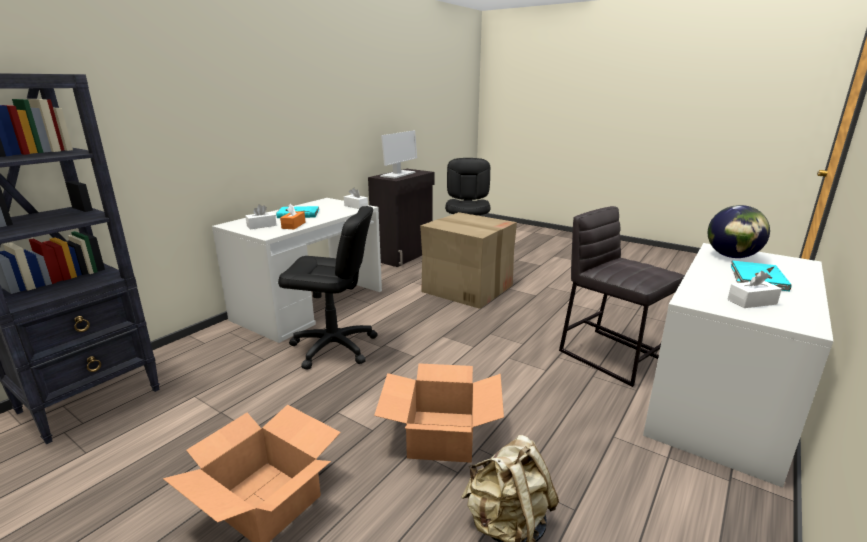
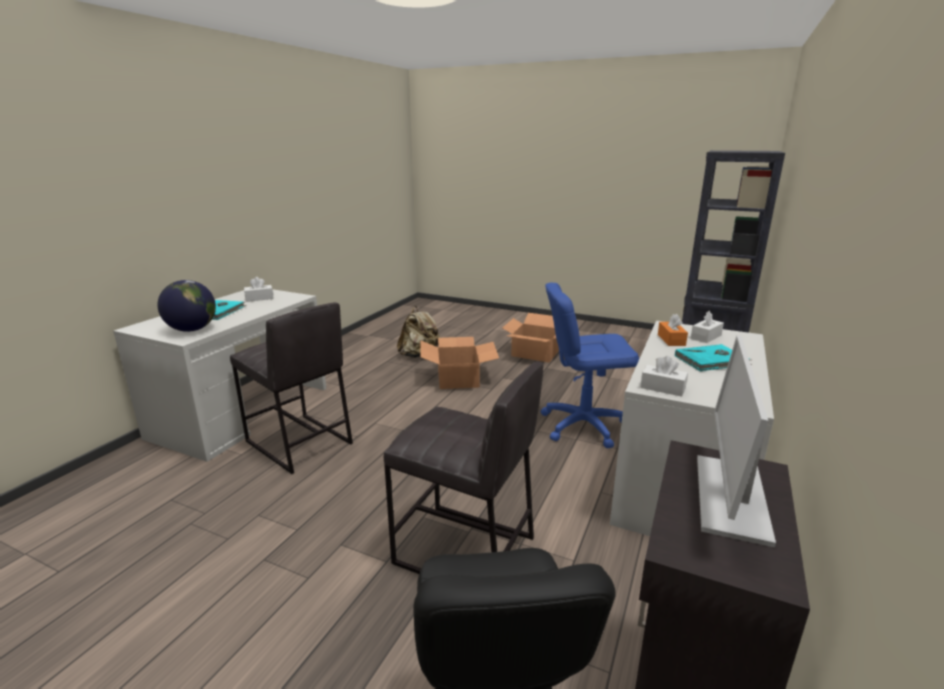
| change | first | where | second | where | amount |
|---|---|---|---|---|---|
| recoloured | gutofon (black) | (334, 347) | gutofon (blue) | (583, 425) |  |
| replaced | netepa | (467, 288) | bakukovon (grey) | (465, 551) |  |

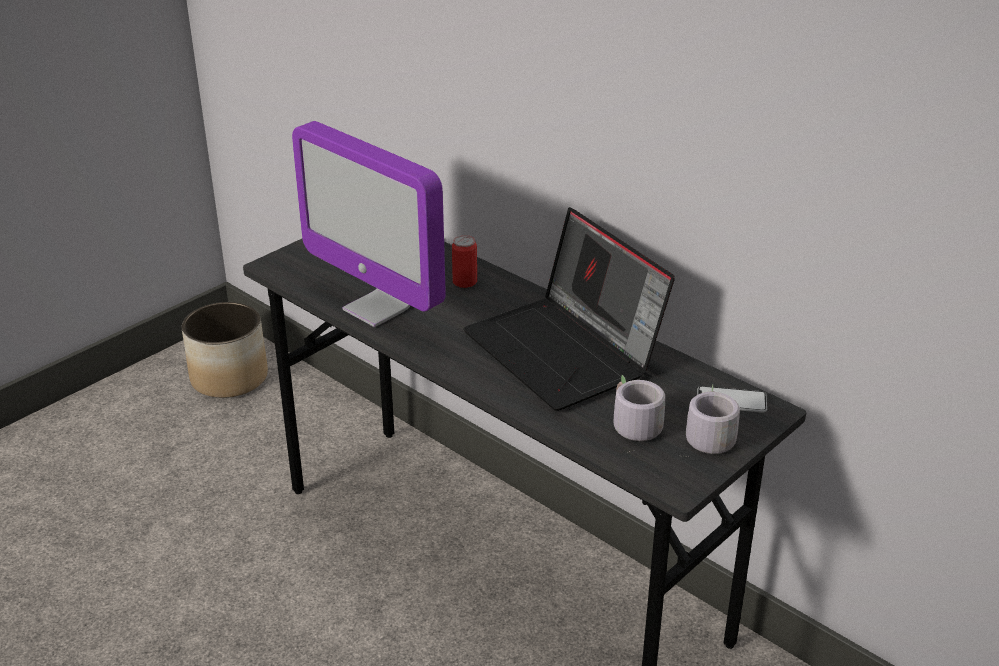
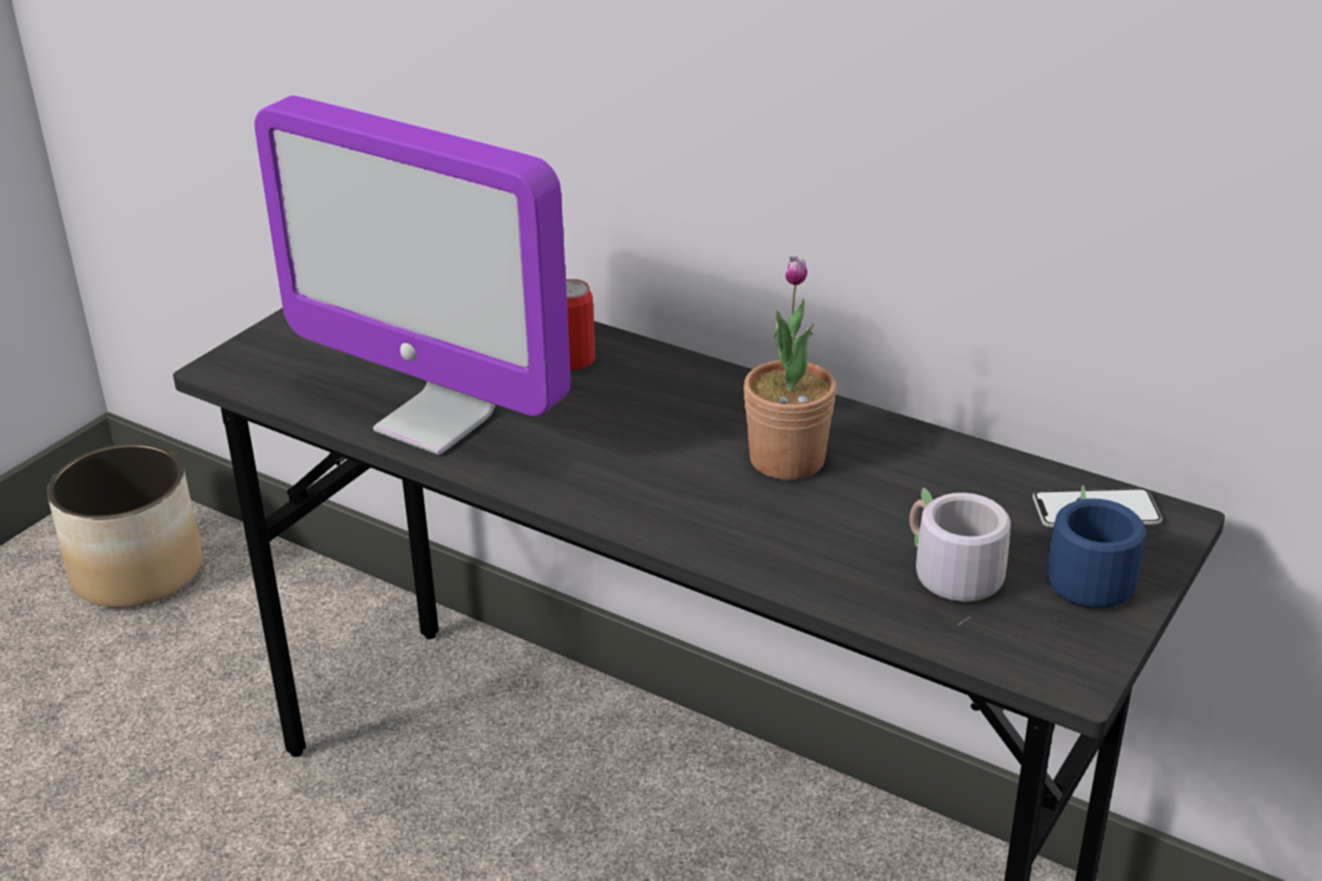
| change | first | where | second | where | amount |
|---|---|---|---|---|---|
| replaced | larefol | (566, 352) | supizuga | (787, 460) |  |
| recoloured | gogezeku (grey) | (707, 436) | gogezeku (blue) | (1081, 578) |  |

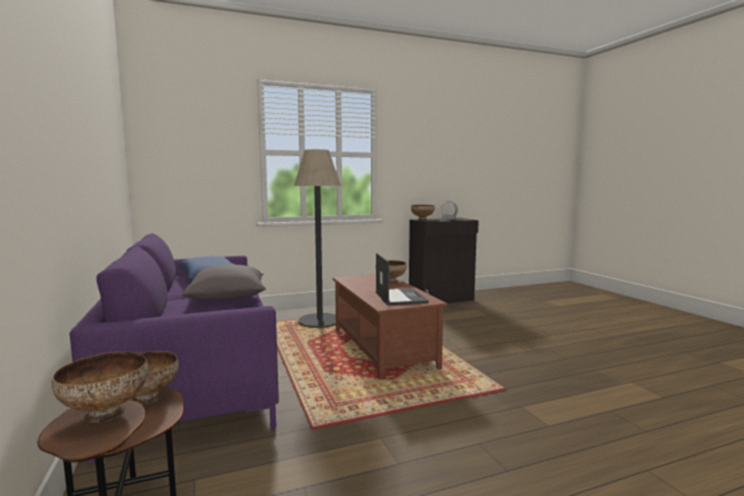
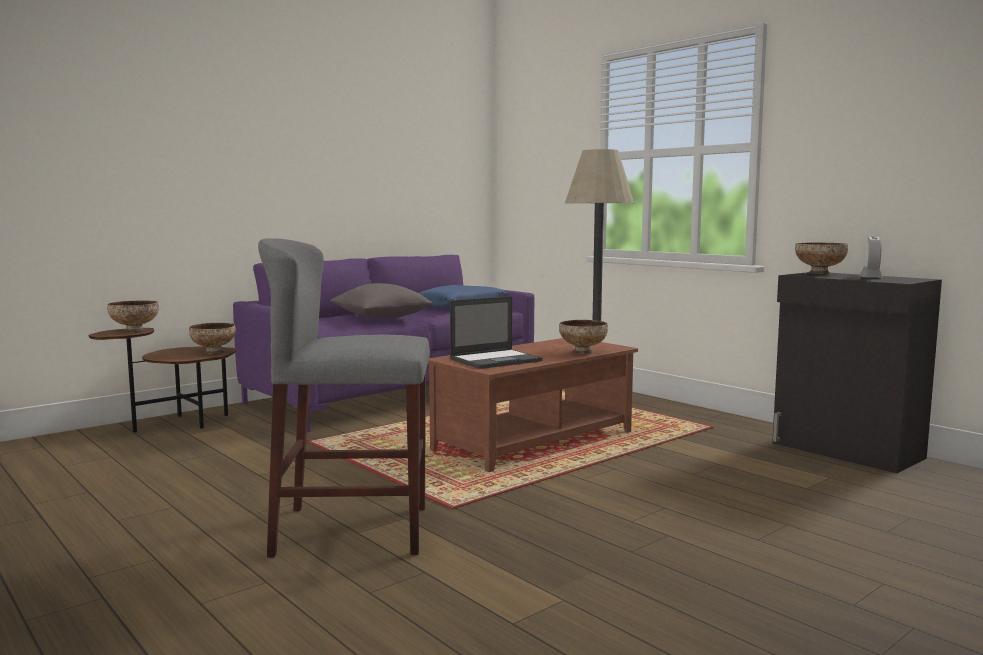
| change | first | where | second | where | amount |
|---|---|---|---|---|---|
| added |  |  | bakukovon (grey) | (353, 530) |  |

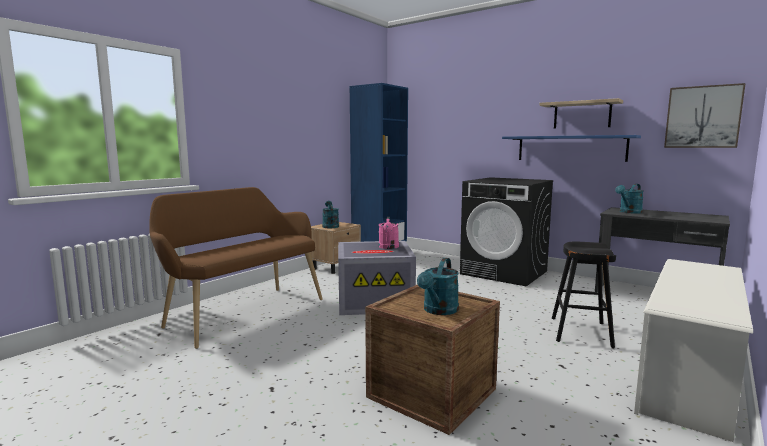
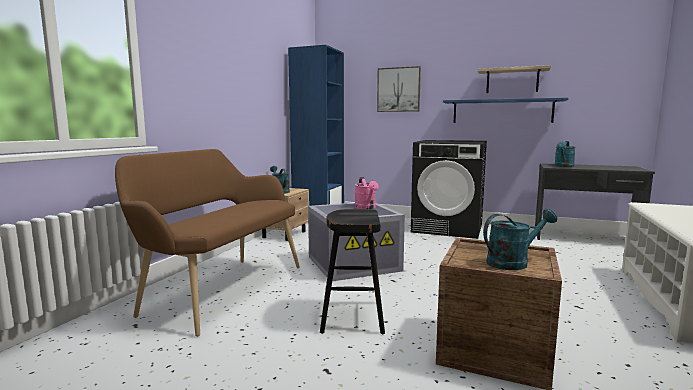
| change | first | where | second | where | amount |
|---|---|---|---|---|---|
| turned | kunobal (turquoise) | (438, 311) |  | (513, 262) | 120 degrees counterclockwise |
| moved | bakukovon (black) | (580, 332) |  | (352, 316) |  |
| moved | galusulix | (702, 117) |  | (398, 89) |  |

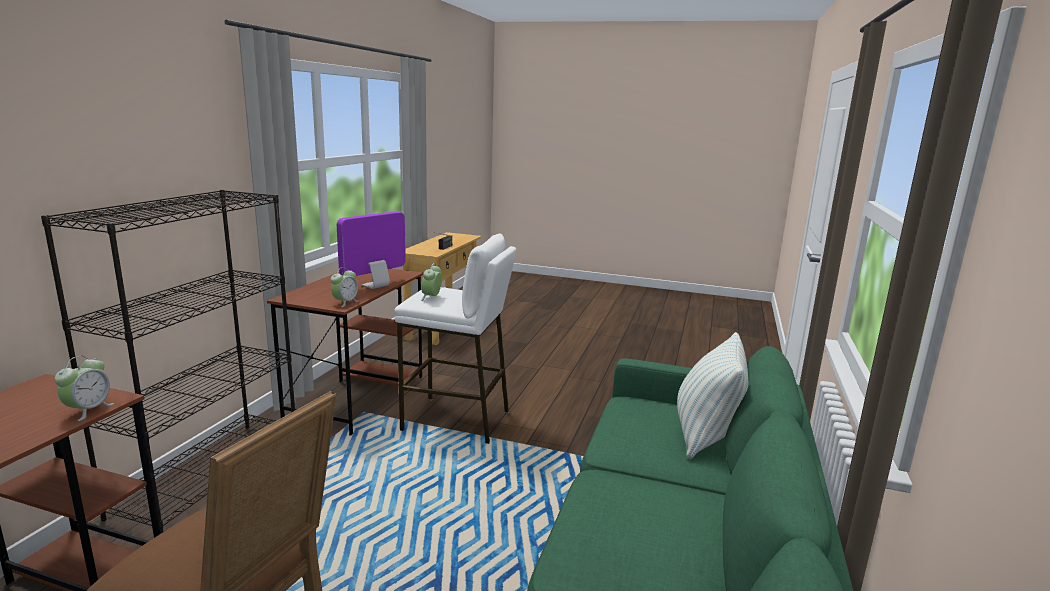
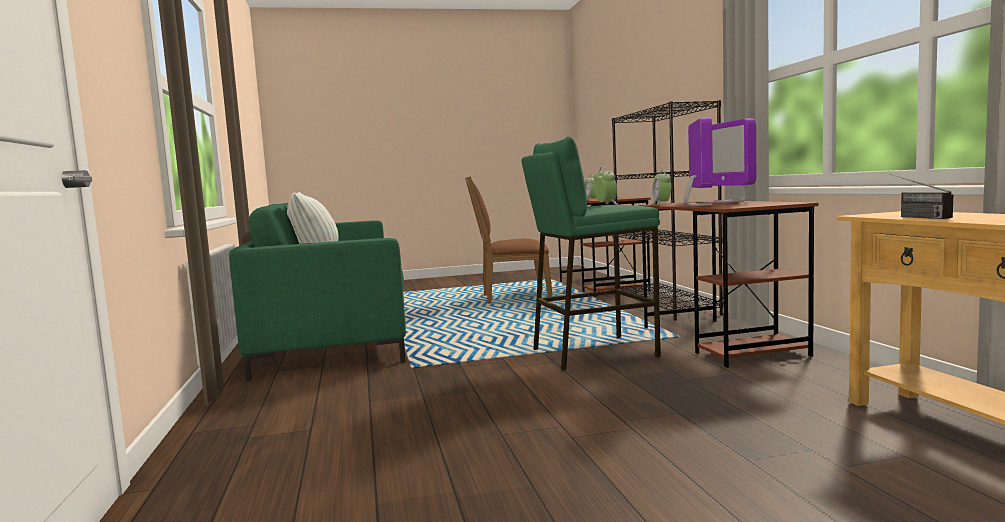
| change | first | where | second | where | amount |
|---|---|---|---|---|---|
| recoloured | bakukovon (white) | (457, 421) | bakukovon (green) | (593, 353) |  |
| added |  |  | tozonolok | (730, 202) |  |

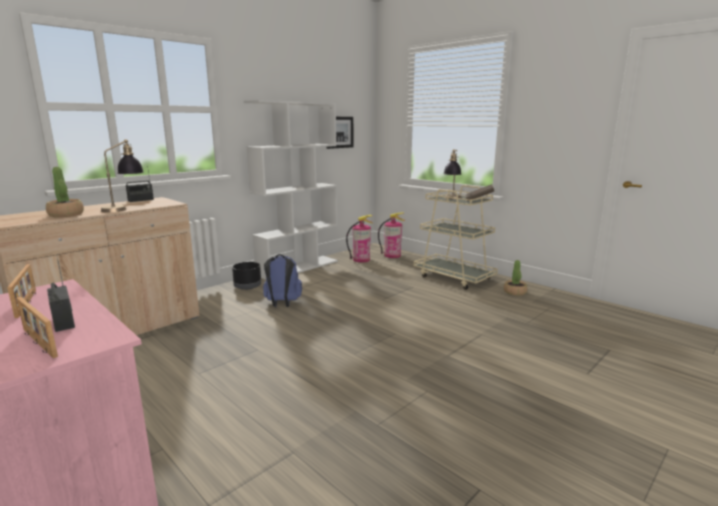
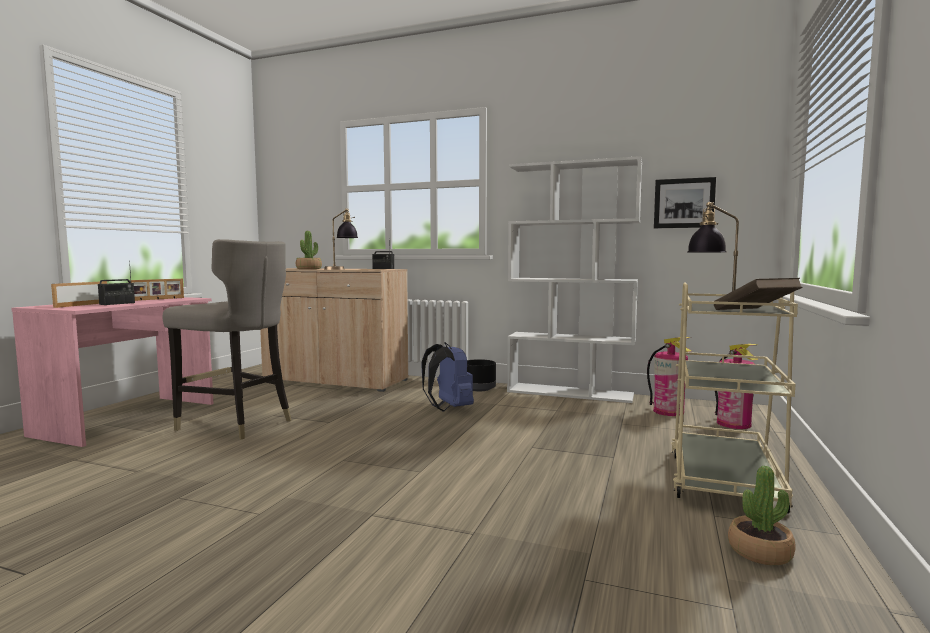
| change | first | where | second | where | amount |
|---|---|---|---|---|---|
| added |  |  | bakukovon (grey) | (237, 424) |  |

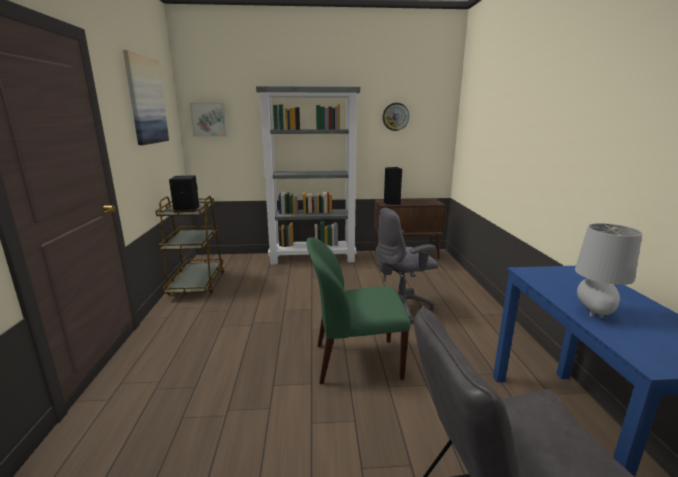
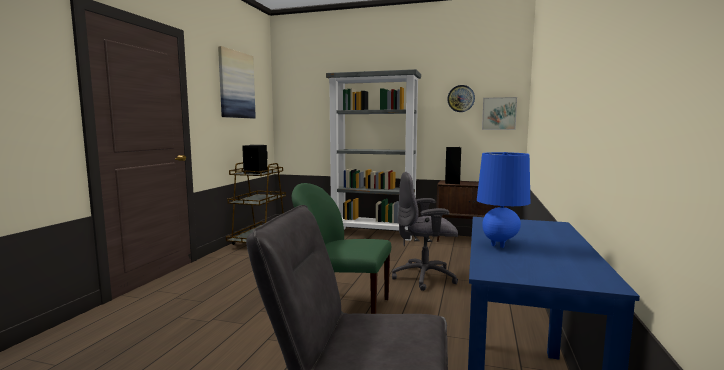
| change | first | where | second | where | amount |
|---|---|---|---|---|---|
| moved | galusulix | (209, 119) |  | (499, 113) |  |
| recoloured | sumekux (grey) | (594, 313) | sumekux (blue) | (500, 244) |  |

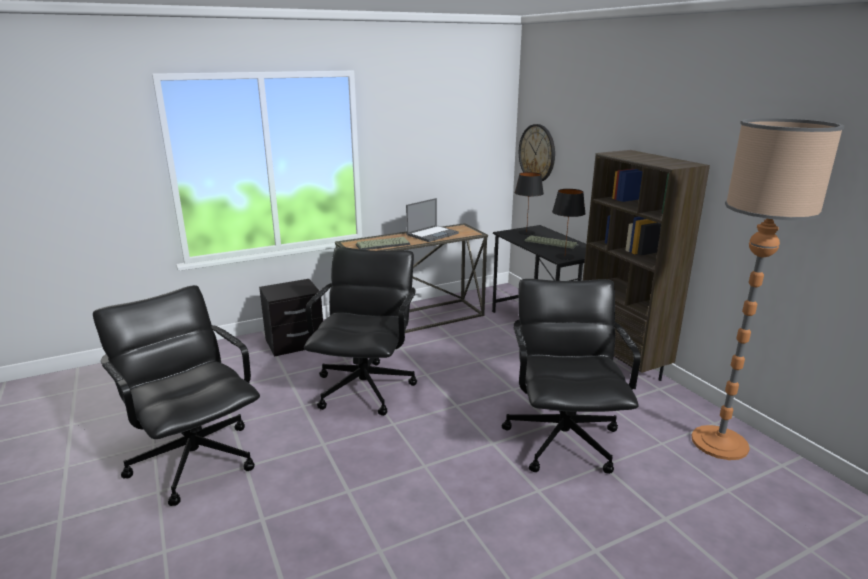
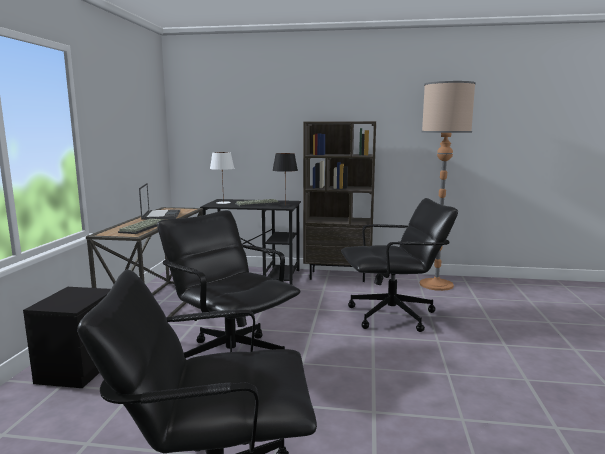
| change | first | where | second | where | amount |
|---|---|---|---|---|---|
| turned | gutofon (black) | (563, 440) |  | (393, 316) | 135 degrees clockwise |
| recoloured | sumekux (black) | (526, 232) | sumekux (white) | (223, 202) |  |
| removed | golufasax | (537, 153) |  |  |  |

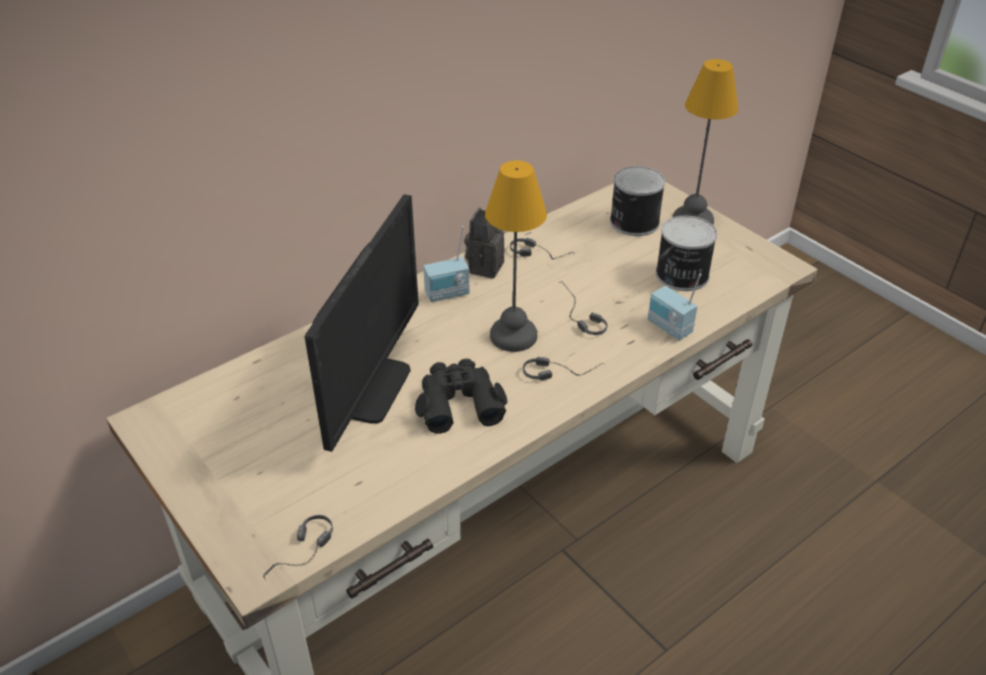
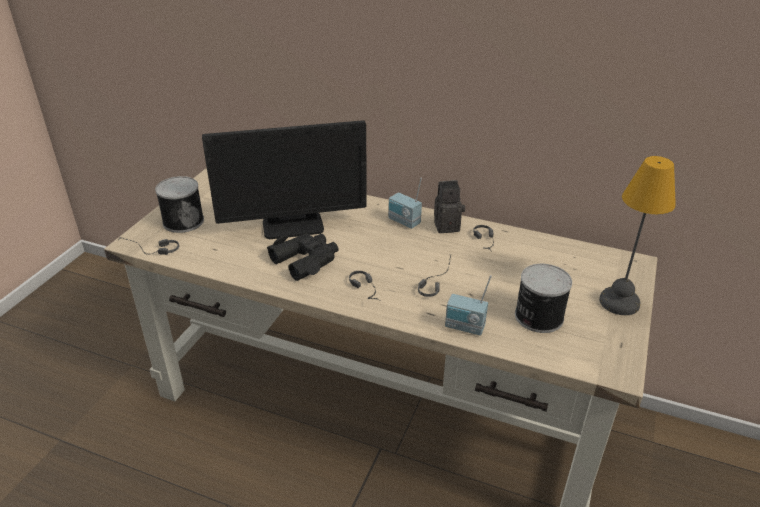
| change | first | where | second | where | amount |
|---|---|---|---|---|---|
| removed | sumekux | (513, 337) |  |  |  |
| moved | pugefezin | (633, 222) |  | (183, 221) |  |
| turned | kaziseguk | (668, 328) |  | (464, 328) | 90 degrees counterclockwise |

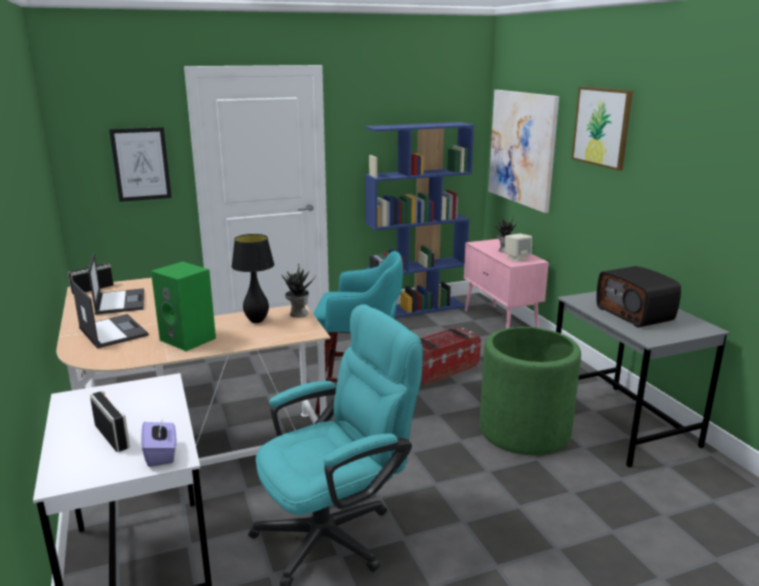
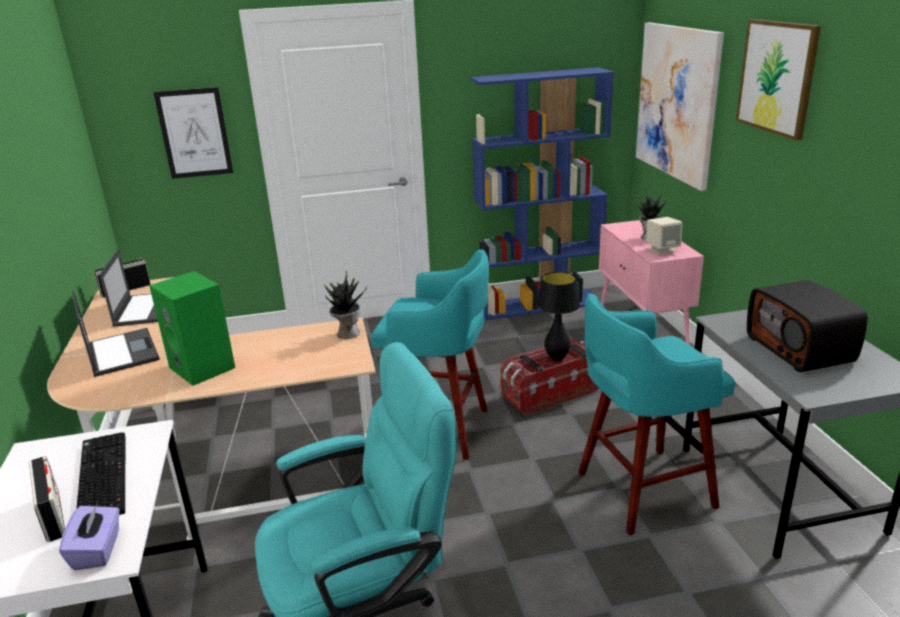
| change | first | where | second | where | amount |
|---|---|---|---|---|---|
| moved | sumekux (black) | (256, 321) |  | (556, 358) |  |
| replaced | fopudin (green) | (524, 430) | bakukovon (turquoise) | (641, 490) |  |
| added |  |  | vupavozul | (100, 477) |  |

